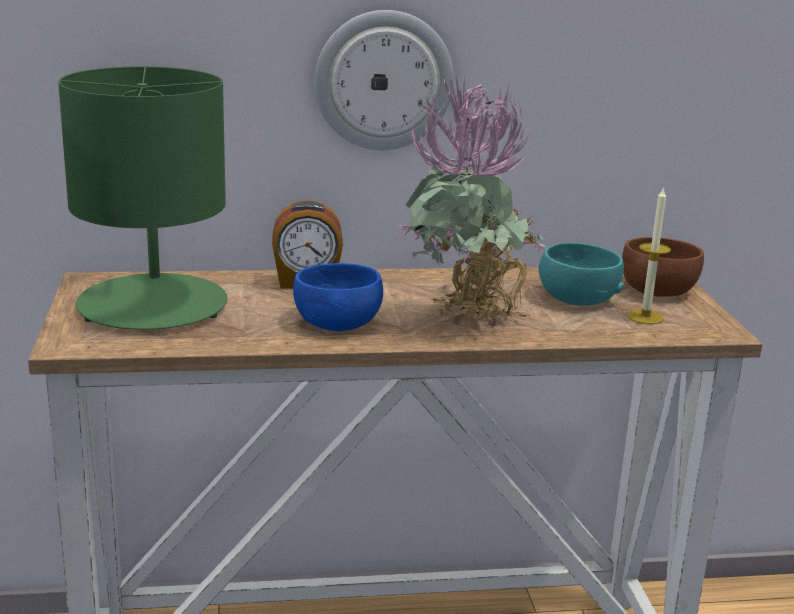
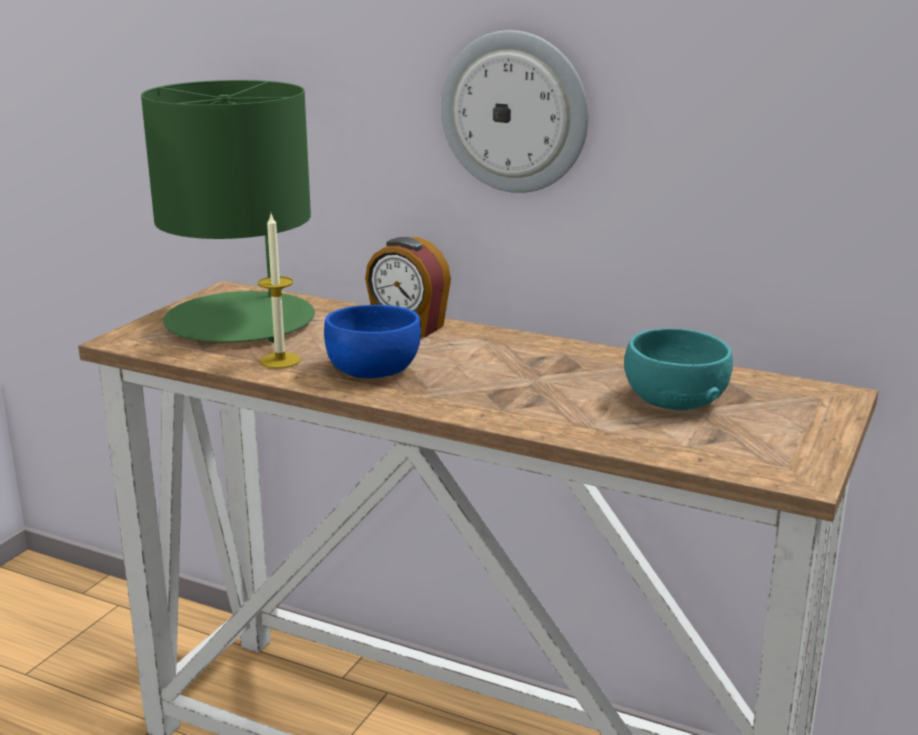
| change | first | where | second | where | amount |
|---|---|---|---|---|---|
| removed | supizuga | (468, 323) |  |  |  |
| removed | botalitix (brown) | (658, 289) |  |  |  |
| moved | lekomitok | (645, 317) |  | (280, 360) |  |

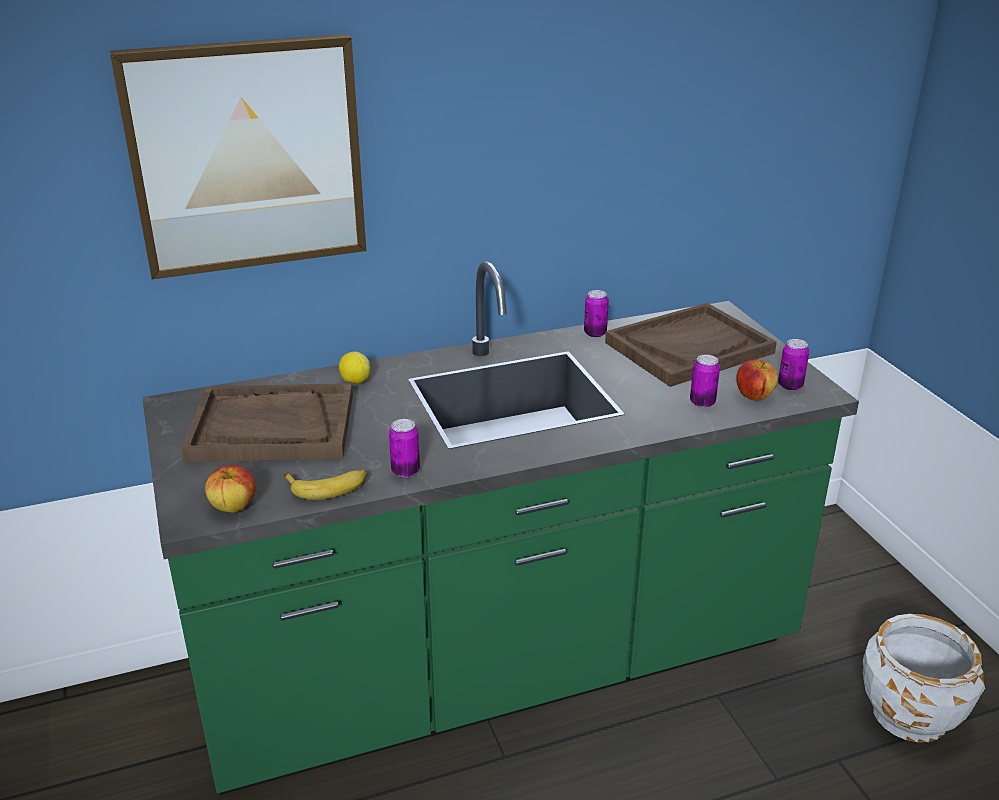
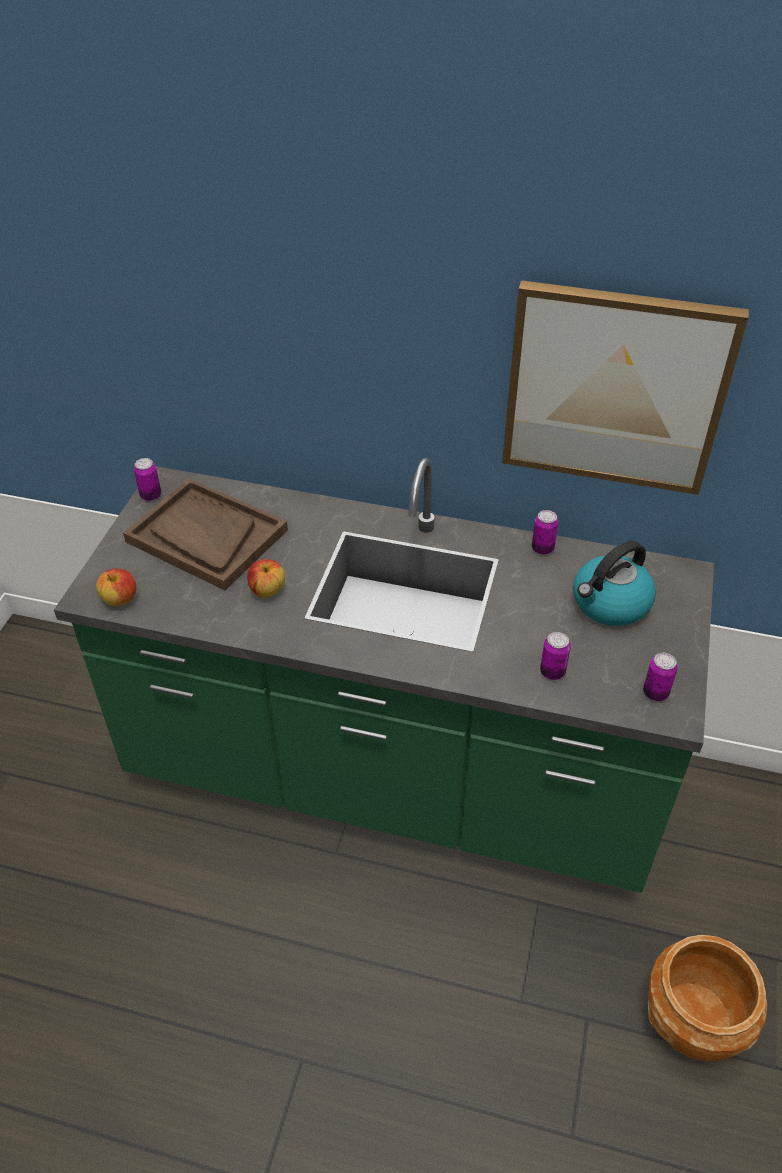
| change | first | where | second | where | amount |
|---|---|---|---|---|---|
| moved | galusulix | (247, 156) |  | (615, 388) |  |
| removed | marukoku | (328, 487) |  |  |  |
| removed | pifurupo | (355, 381) |  |  |  |
| moved | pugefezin | (405, 471) |  | (151, 495) |  |
| replaced | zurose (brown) | (689, 347) | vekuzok | (610, 604) |  |
| moved | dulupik | (754, 396) |  | (267, 590) |  |
| recoloured | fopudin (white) | (910, 714) | fopudin (brown) | (693, 1021) |  |

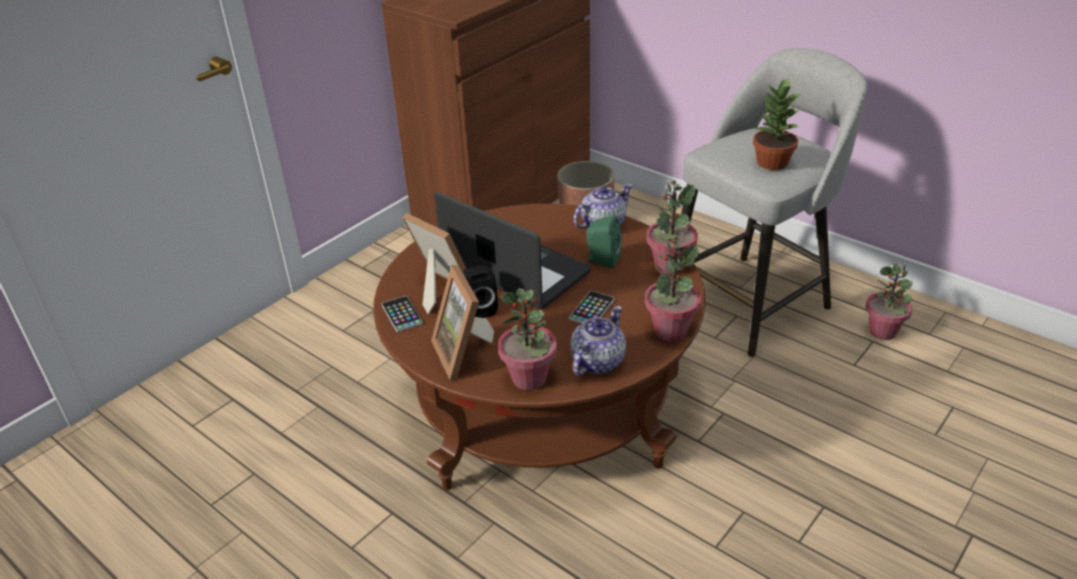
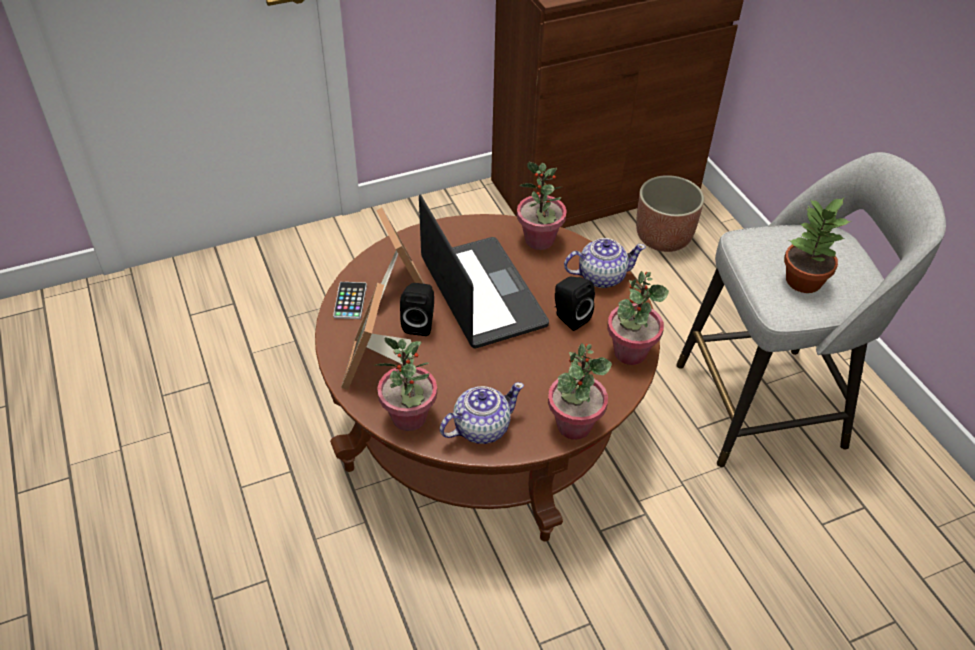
| change | first | where | second | where | amount |
|---|---|---|---|---|---|
| removed | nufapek | (592, 309) |  |  |  |
| recoloured | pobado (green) | (601, 260) | pobado (black) | (569, 317) |  |
| moved | supizuga | (883, 332) |  | (539, 240) |  |

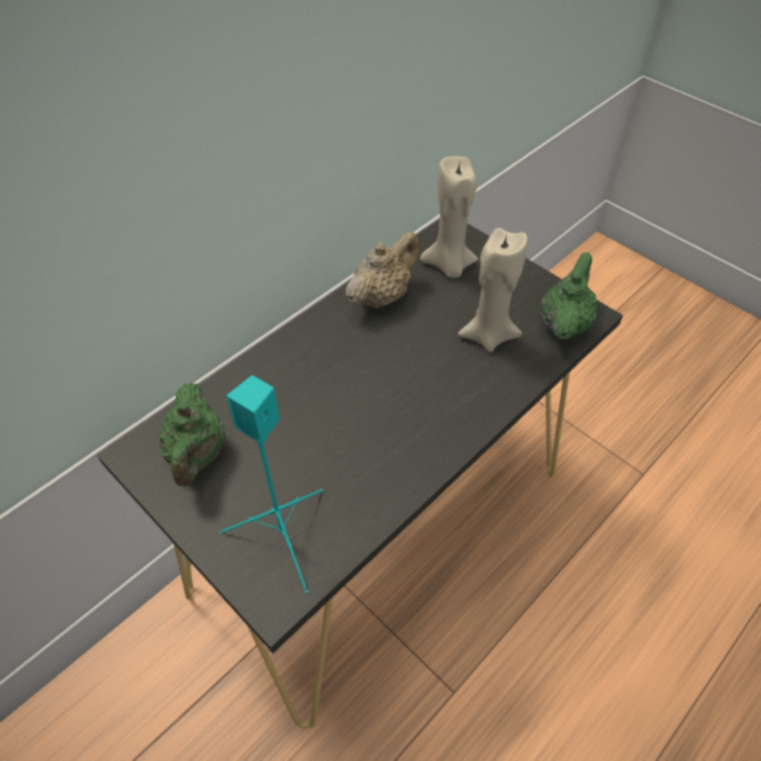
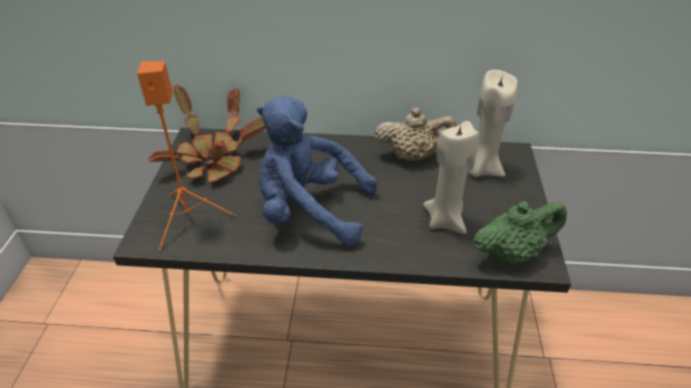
| change | first | where | second | where | amount |
|---|---|---|---|---|---|
| replaced | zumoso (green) | (197, 454) | supizuga | (213, 157) |  |
| recoloured | pobado (turquoise) | (284, 537) | pobado (orange) | (188, 219) |  |
| added |  |  | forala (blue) | (309, 211) |  |

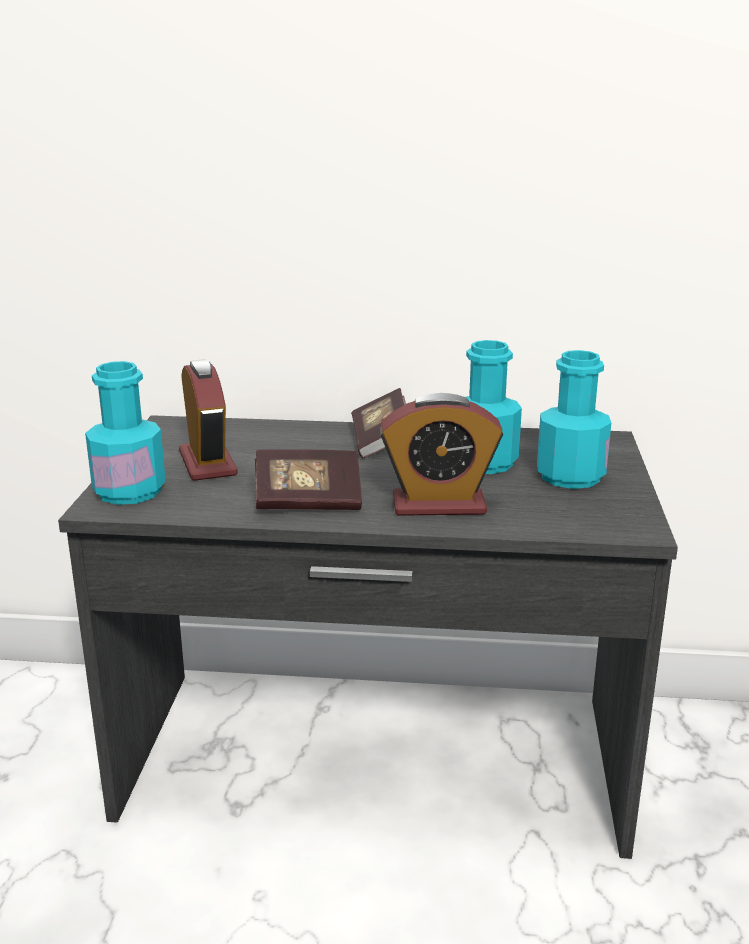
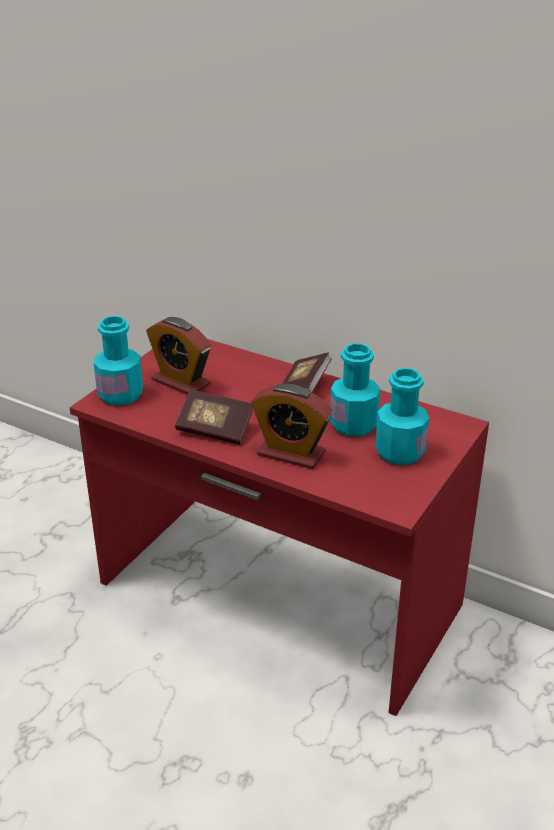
| change | first | where | second | where | amount |
|---|---|---|---|---|---|
| recoloured | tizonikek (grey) | (374, 760) | tizonikek (red) | (277, 596) |  |
| turned | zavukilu | (207, 463) |  | (181, 382) | 120 degrees clockwise |

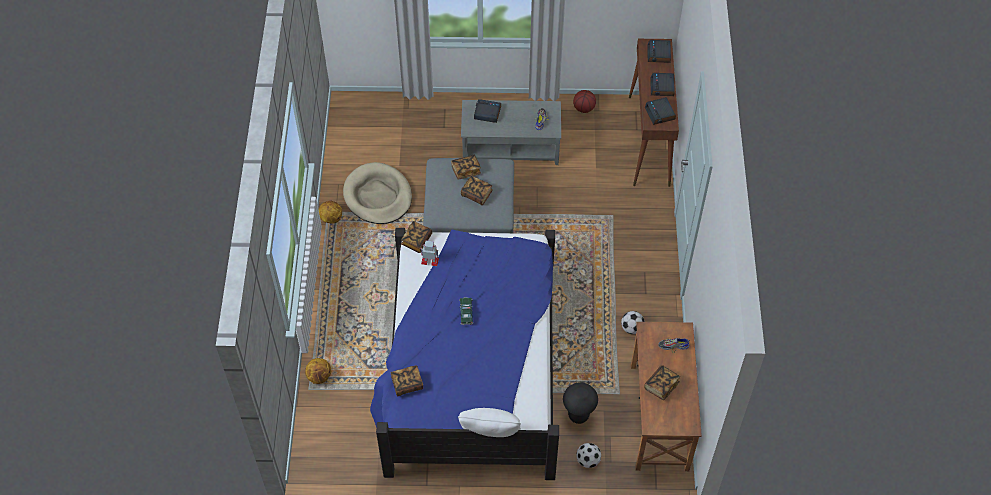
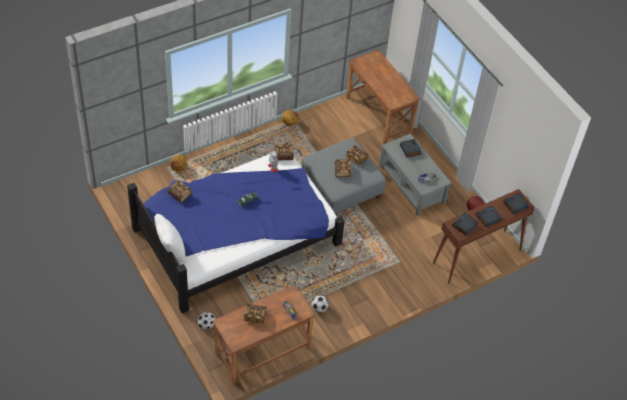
| change | first | where | second | where | amount |
|---|---|---|---|---|---|
| removed | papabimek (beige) | (378, 196) |  |  |  |
| removed | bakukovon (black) | (578, 415) |  |  |  |
| added |  |  | tizonikek (brown) | (379, 115) |  |

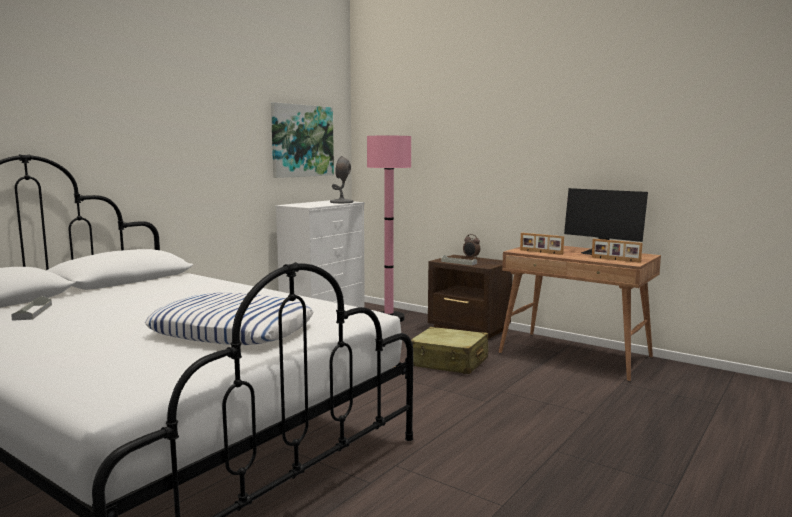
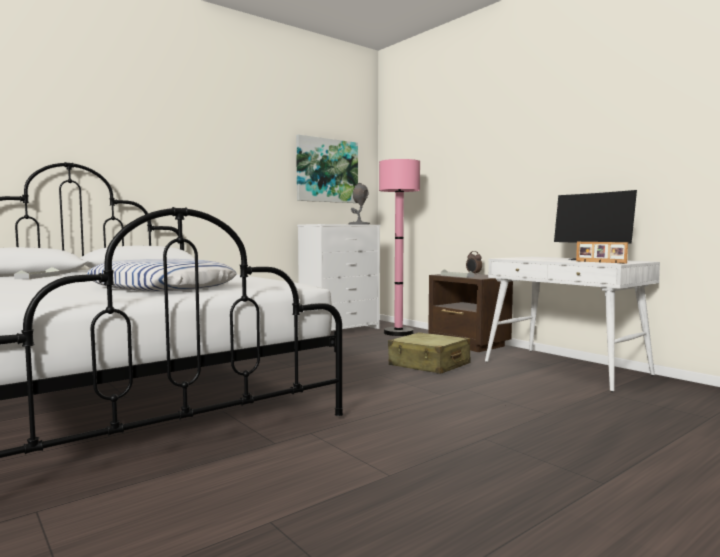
| change | first | where | second | where | amount |
|---|---|---|---|---|---|
| recoloured | tizonikek (brown) | (575, 355) | tizonikek (white) | (566, 368) |  |
| removed | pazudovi | (541, 252) |  |  |  |

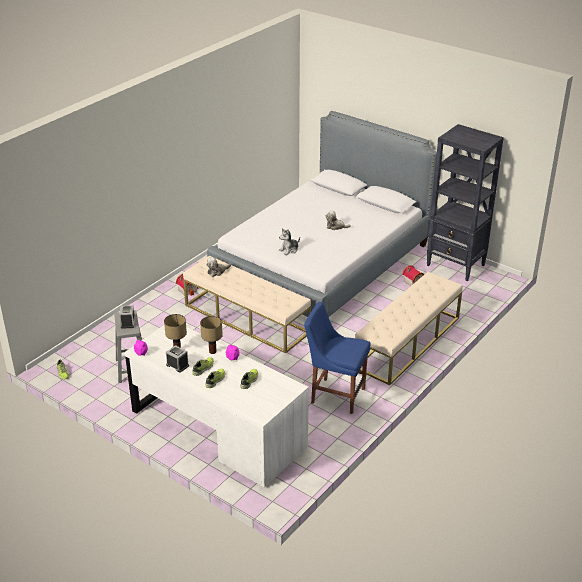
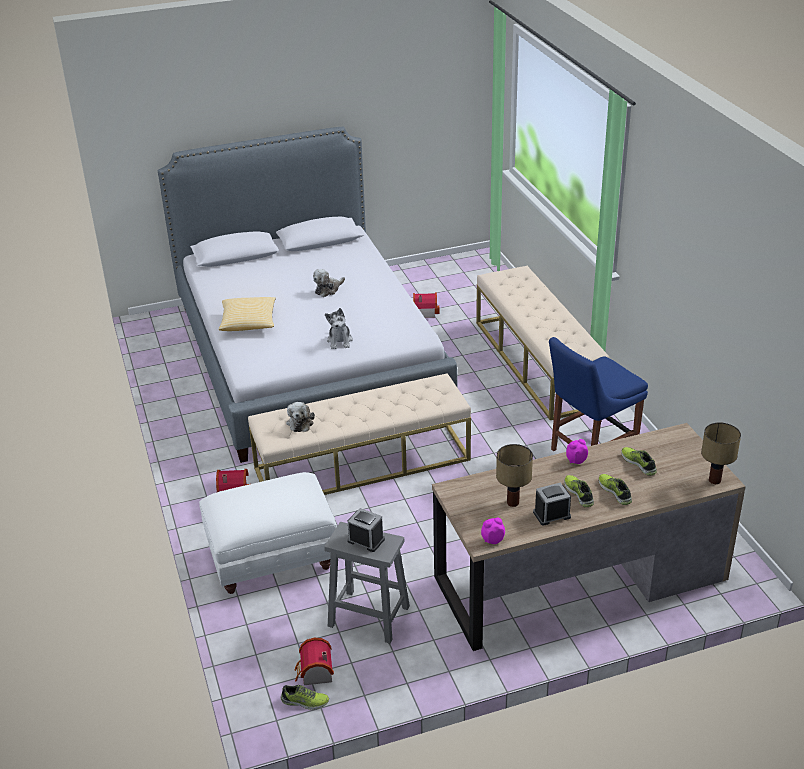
| change | first | where | second | where | amount |
|---|---|---|---|---|---|
| recoloured | tizonikek (white) | (217, 429) | tizonikek (brown) | (579, 579) |  |
| moved | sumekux | (212, 351) |  | (714, 481) |  |
| removed | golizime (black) | (456, 265) |  |  |  |
| added |  |  | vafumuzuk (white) | (273, 557) |  |
| added |  |  | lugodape | (248, 323) |  |
| added |  |  | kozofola | (314, 674) |  |

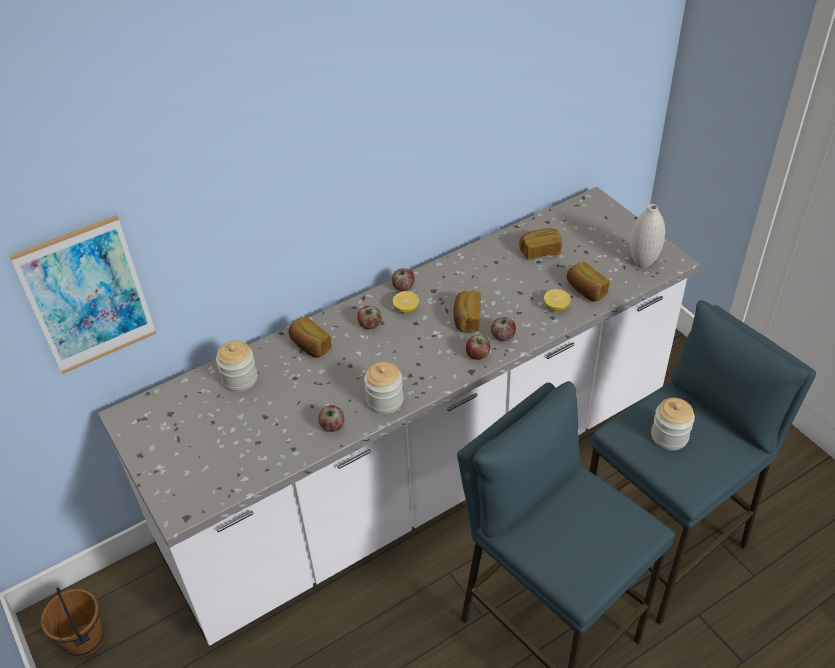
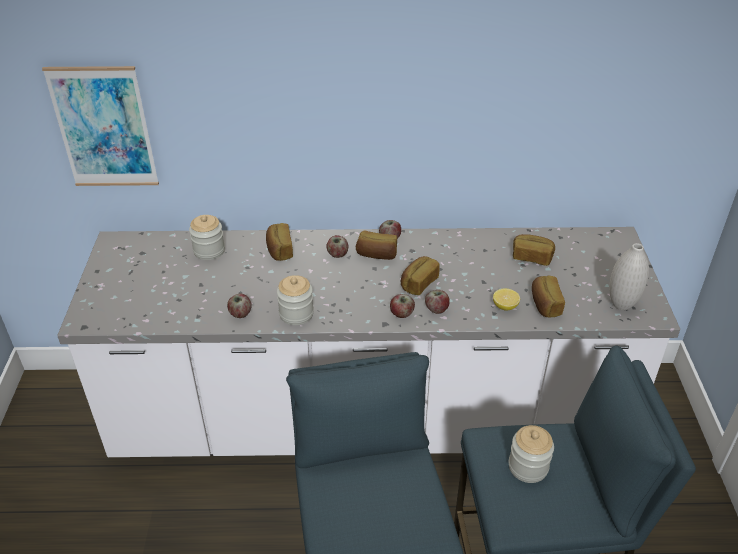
| change | first | where | second | where | amount |
|---|---|---|---|---|---|
| removed | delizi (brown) | (84, 640) |  |  |  |
| replaced | pifurupo | (406, 309) | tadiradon | (377, 255) |  |

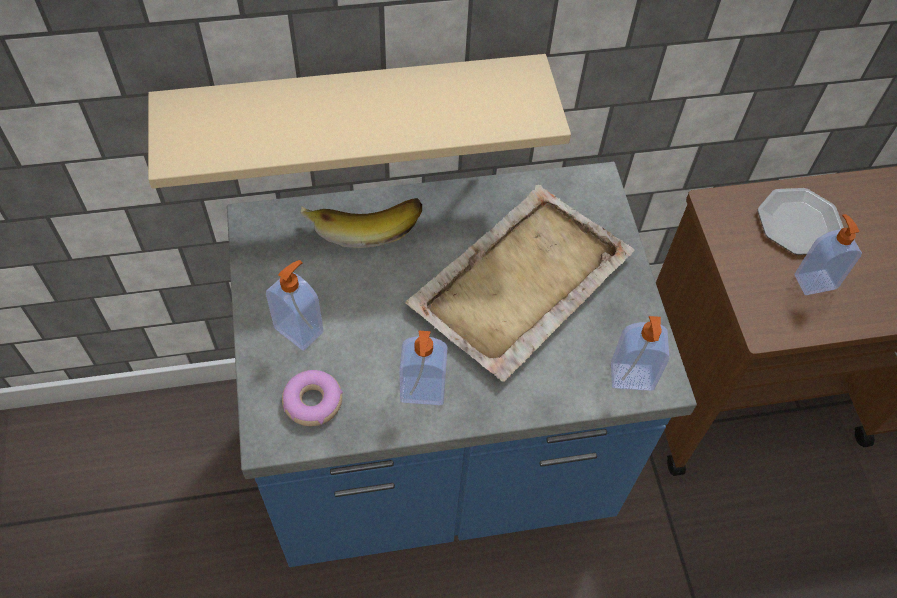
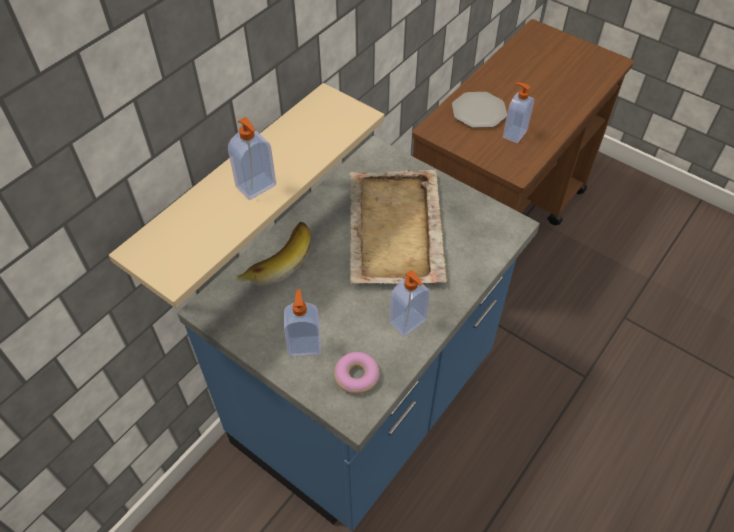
| change | first | where | second | where | amount |
|---|---|---|---|---|---|
| moved | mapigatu | (632, 378) |  | (257, 187) |  |

